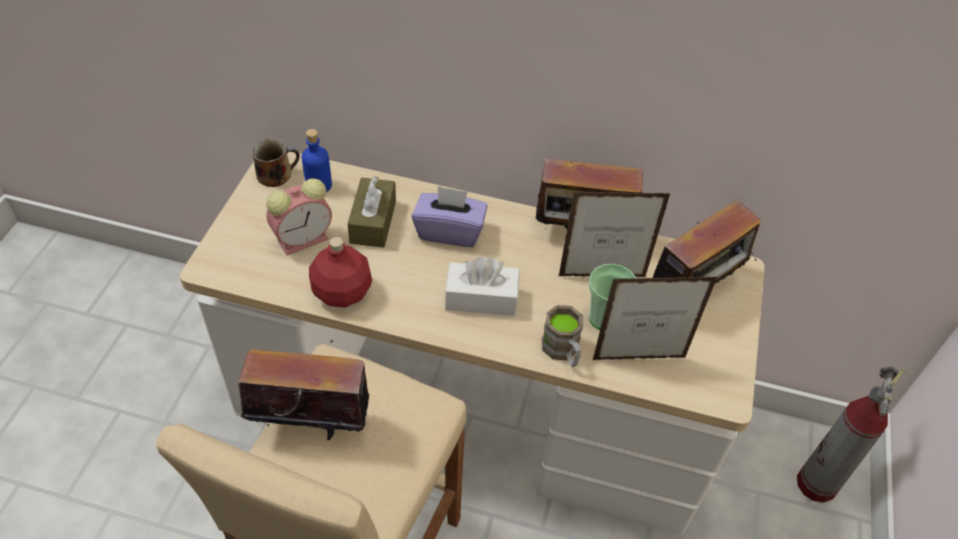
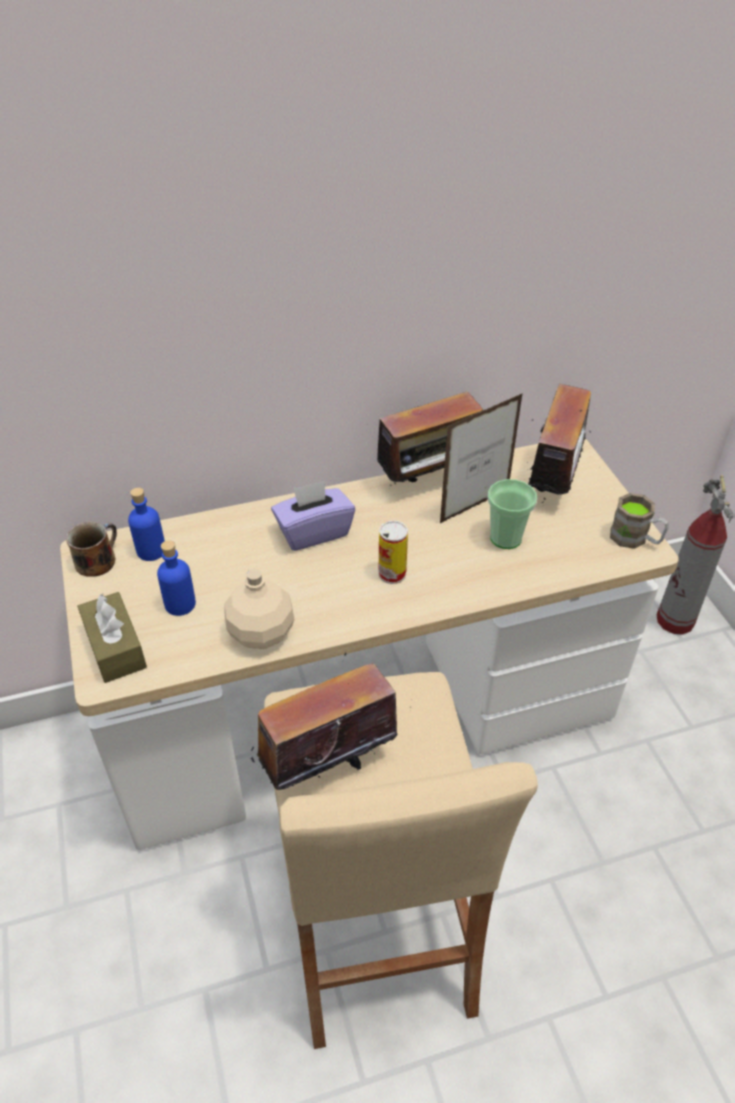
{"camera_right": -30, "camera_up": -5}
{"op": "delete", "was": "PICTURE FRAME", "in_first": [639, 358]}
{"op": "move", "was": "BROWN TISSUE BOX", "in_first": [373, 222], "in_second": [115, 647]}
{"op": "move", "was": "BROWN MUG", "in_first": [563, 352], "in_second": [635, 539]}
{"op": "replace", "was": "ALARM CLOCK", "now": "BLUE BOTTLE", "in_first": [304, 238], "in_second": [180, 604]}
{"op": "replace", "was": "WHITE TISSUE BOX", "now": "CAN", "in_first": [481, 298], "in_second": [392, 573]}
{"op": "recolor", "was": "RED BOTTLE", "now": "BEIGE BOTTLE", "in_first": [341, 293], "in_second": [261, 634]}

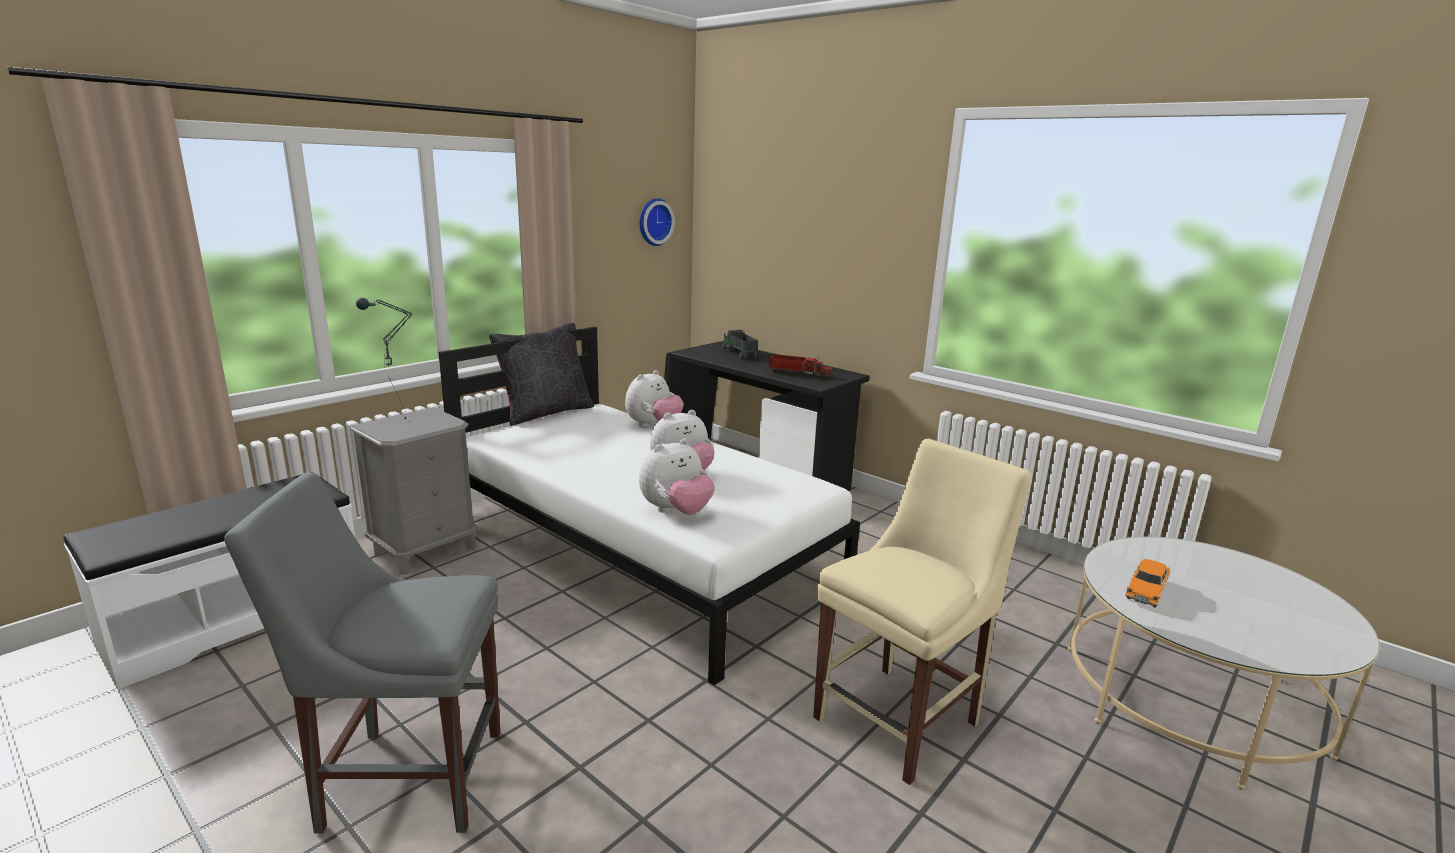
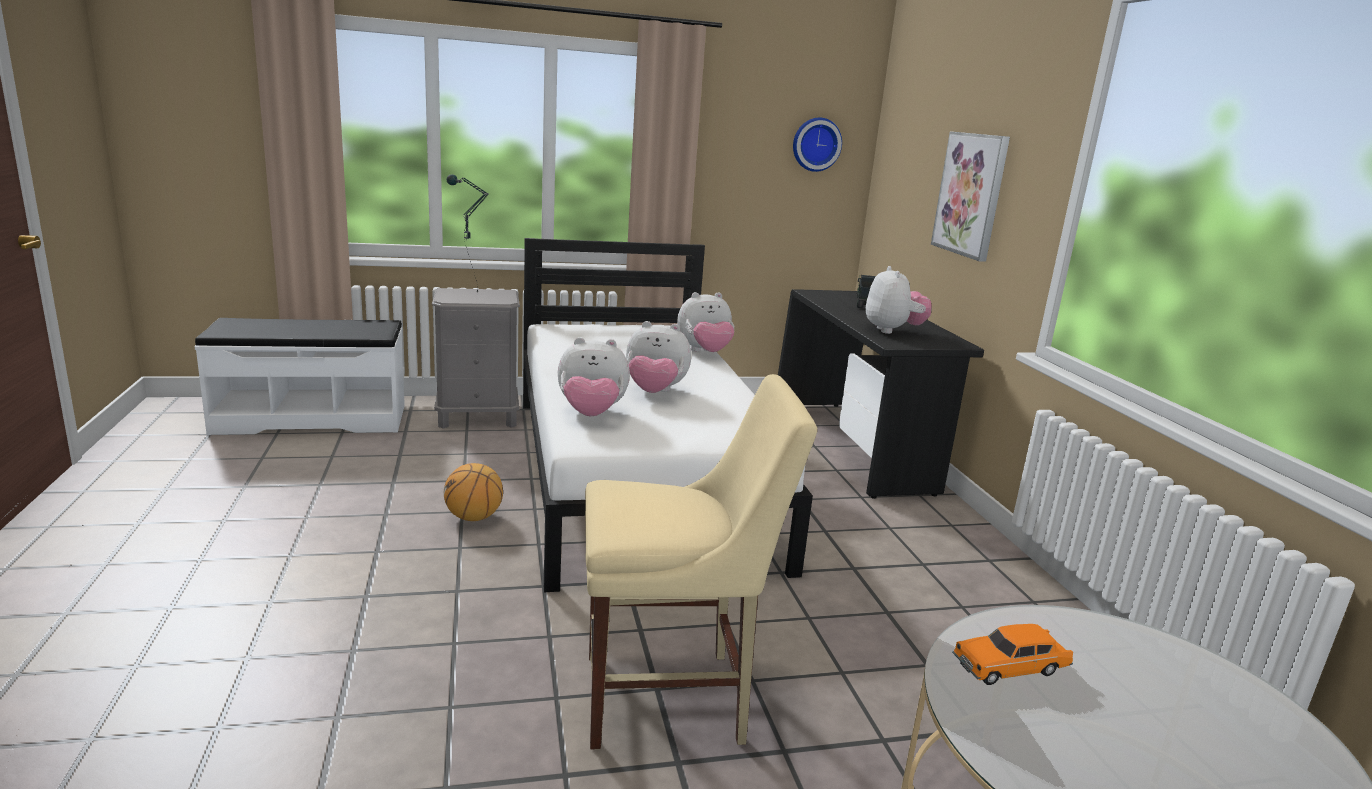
{"camera_right": 35, "camera_up": 0}
{"op": "delete", "was": "GREY CHAIR", "in_first": [405, 777]}
{"op": "delete", "was": "BLACK PILLOW", "in_first": [545, 413]}
{"op": "insert", "now": "BASKETBALL", "in_second": [474, 518]}
{"op": "insert", "now": "PICTURE", "in_second": [970, 194]}
{"op": "replace", "was": "TOY TRUCK", "now": "PLUSH TOY", "in_first": [798, 374], "in_second": [892, 331]}

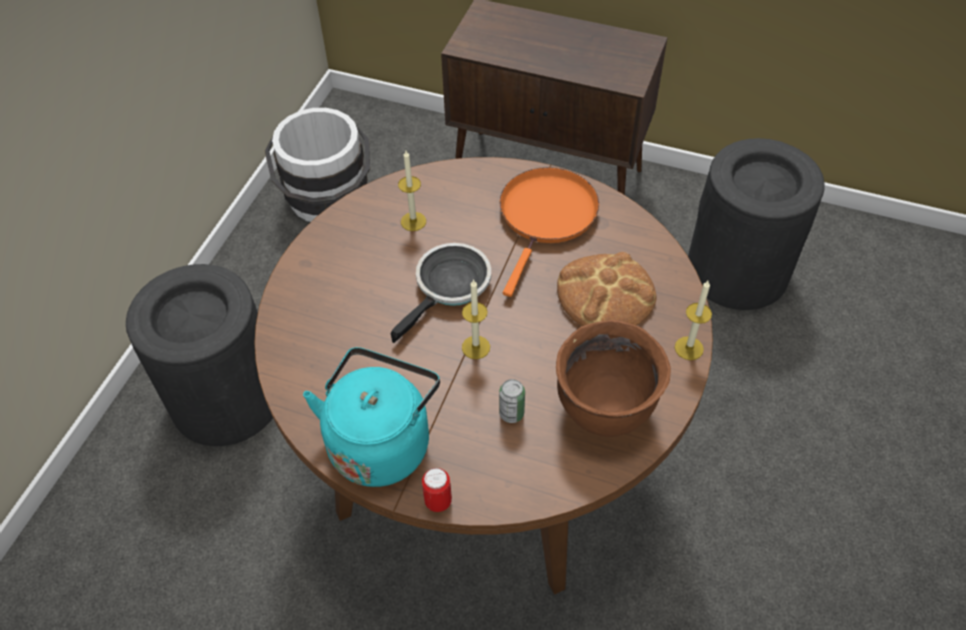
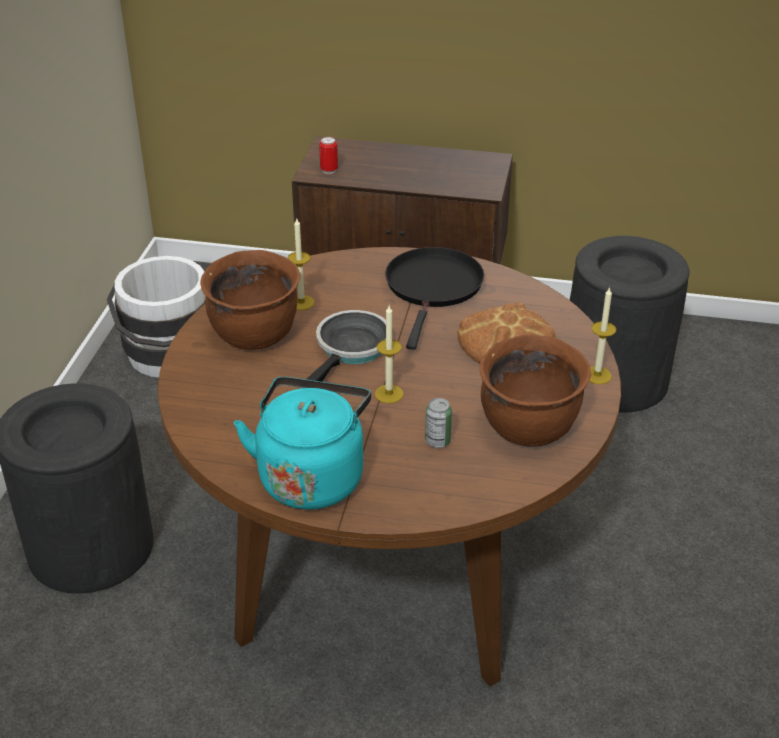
{"camera_right": -10, "camera_up": -15}
{"op": "insert", "now": "BROWN COOKING POT", "in_second": [255, 336]}
{"op": "move", "was": "CAN", "in_first": [438, 502], "in_second": [329, 170]}
{"op": "recolor", "was": "ORANGE FRYING PAN", "now": "BLACK FRYING PAN", "in_first": [546, 216], "in_second": [433, 288]}

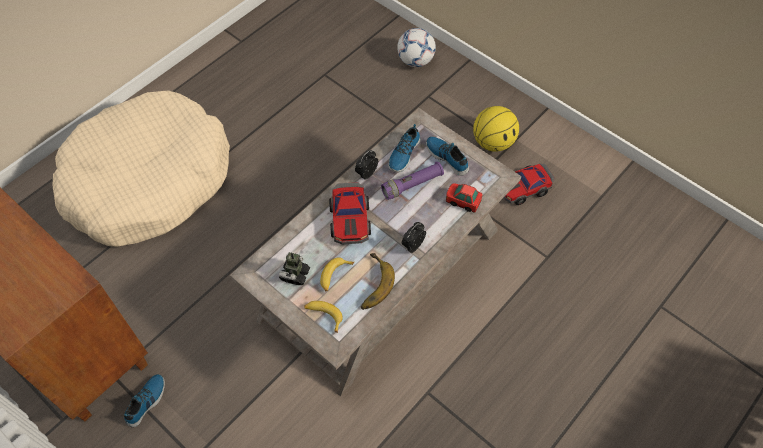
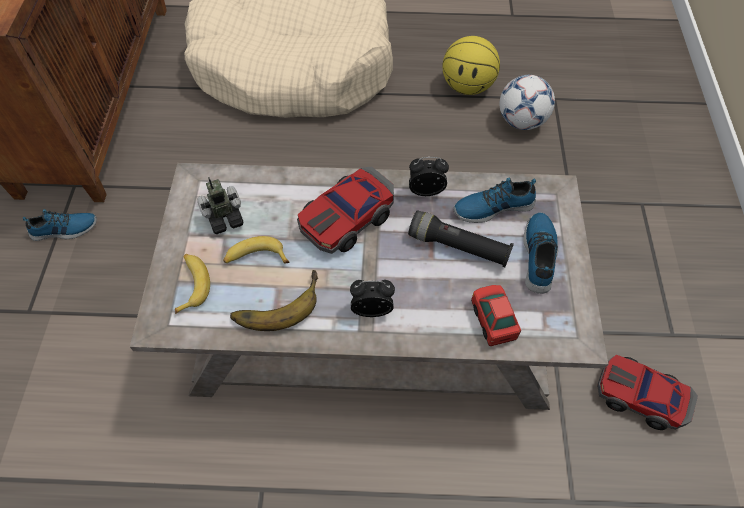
{"camera_right": 50, "camera_up": 0}
{"op": "move", "was": "FOOTBALL", "in_first": [415, 61], "in_second": [521, 121]}
{"op": "move", "was": "BASKETBALL", "in_first": [493, 142], "in_second": [467, 87]}
{"op": "recolor", "was": "PURPLE FLASHLIGHT", "now": "BLACK FLASHLIGHT", "in_first": [412, 185], "in_second": [458, 247]}

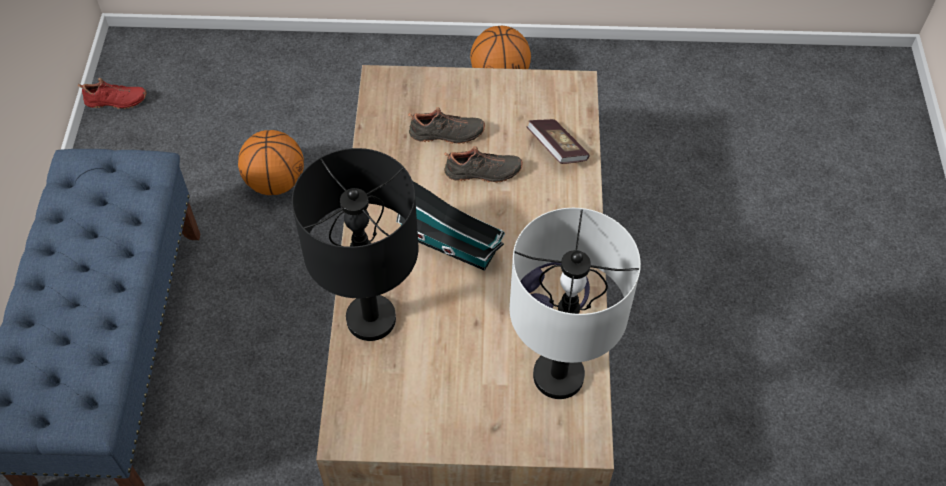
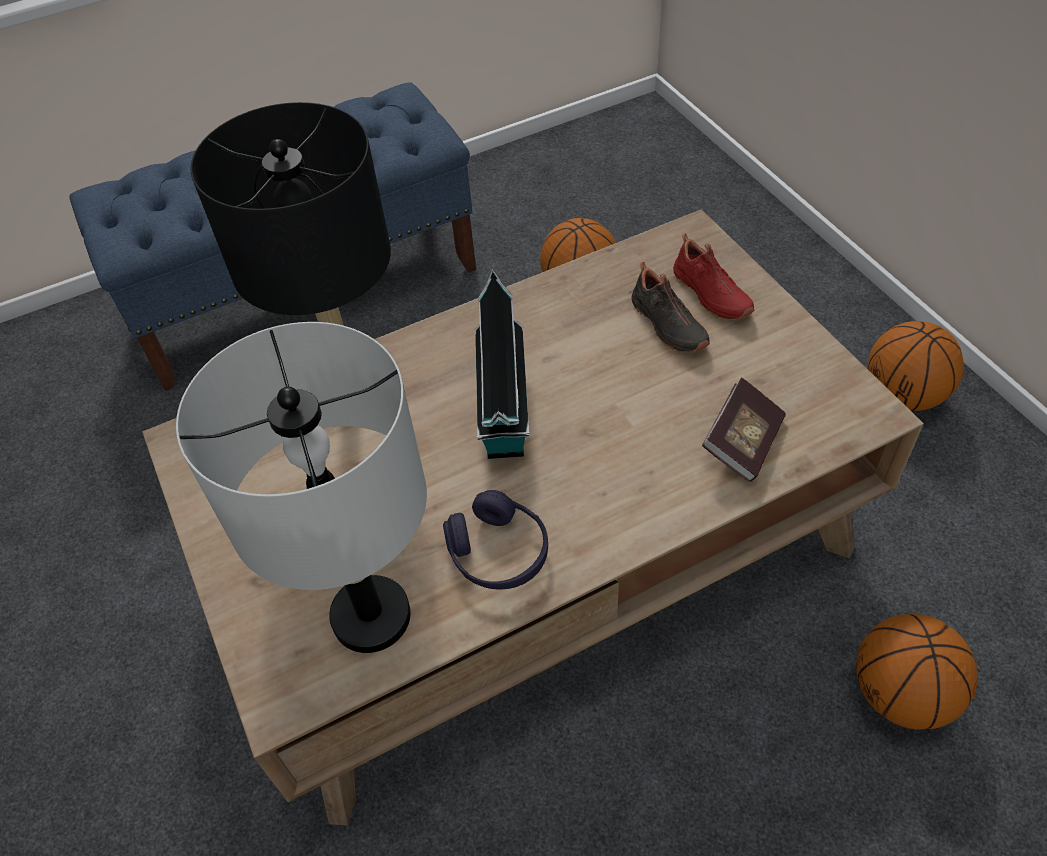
{"camera_right": 65, "camera_up": -5}
{"op": "delete", "was": "BLACK SHOE", "in_first": [483, 173]}
{"op": "insert", "now": "BASKETBALL", "in_second": [901, 694]}
{"op": "move", "was": "RED SHOE", "in_first": [116, 101], "in_second": [709, 295]}

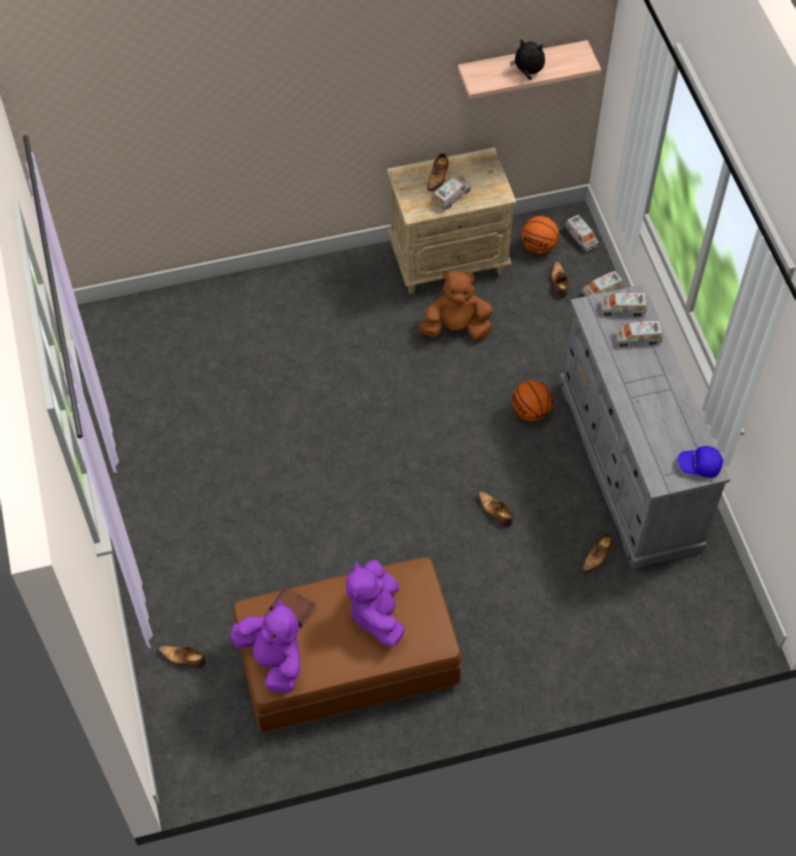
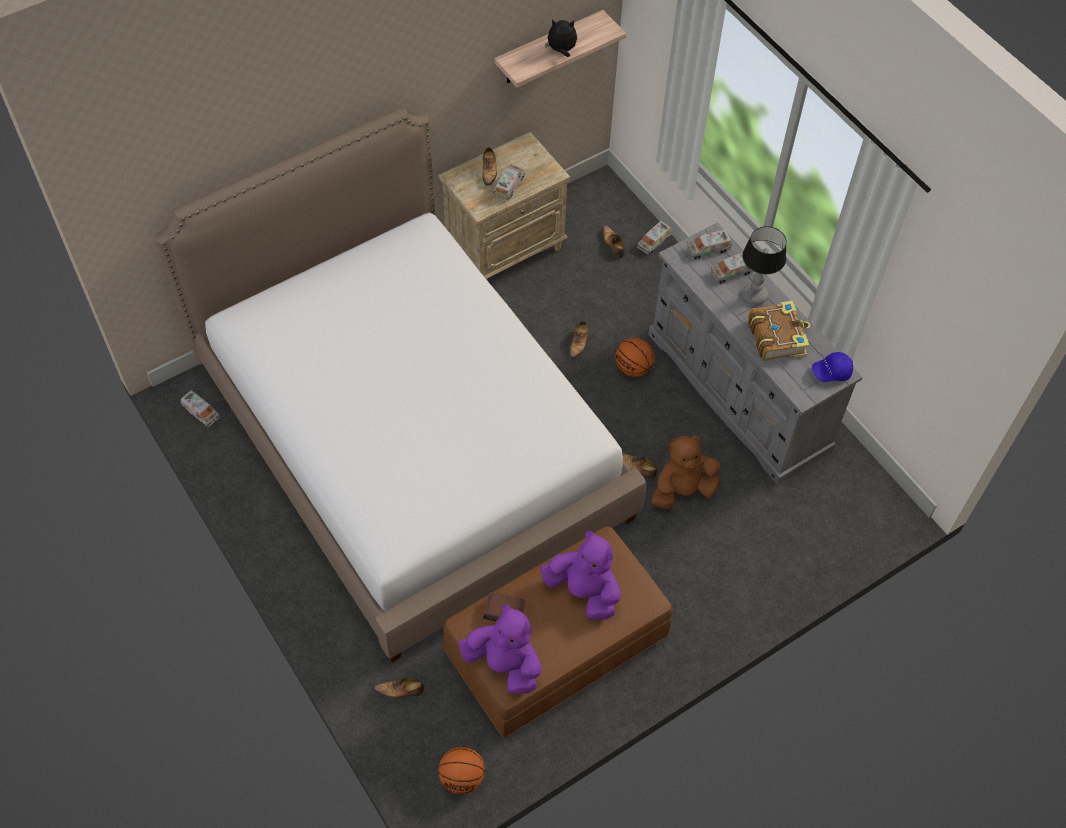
{"camera_right": -20, "camera_up": 0}
{"op": "insert", "now": "BED", "in_second": [412, 442]}
{"op": "insert", "now": "TABLE LAMP", "in_second": [754, 295]}
{"op": "insert", "now": "BOOK", "in_second": [777, 337]}
{"op": "move", "was": "BROWN PLUSH TOY", "in_first": [456, 328], "in_second": [683, 490]}
{"op": "move", "was": "BASKETBALL", "in_first": [538, 247], "in_second": [462, 777]}
{"op": "move", "was": "TOY TRUCK", "in_first": [581, 238], "in_second": [201, 412]}
{"op": "move", "was": "SHOE", "in_first": [597, 556], "in_second": [579, 343]}
{"op": "rotate", "was": "PURPLE PLUSH TOY", "in_first": [377, 613], "in_second": [584, 591], "clockwise": 150}

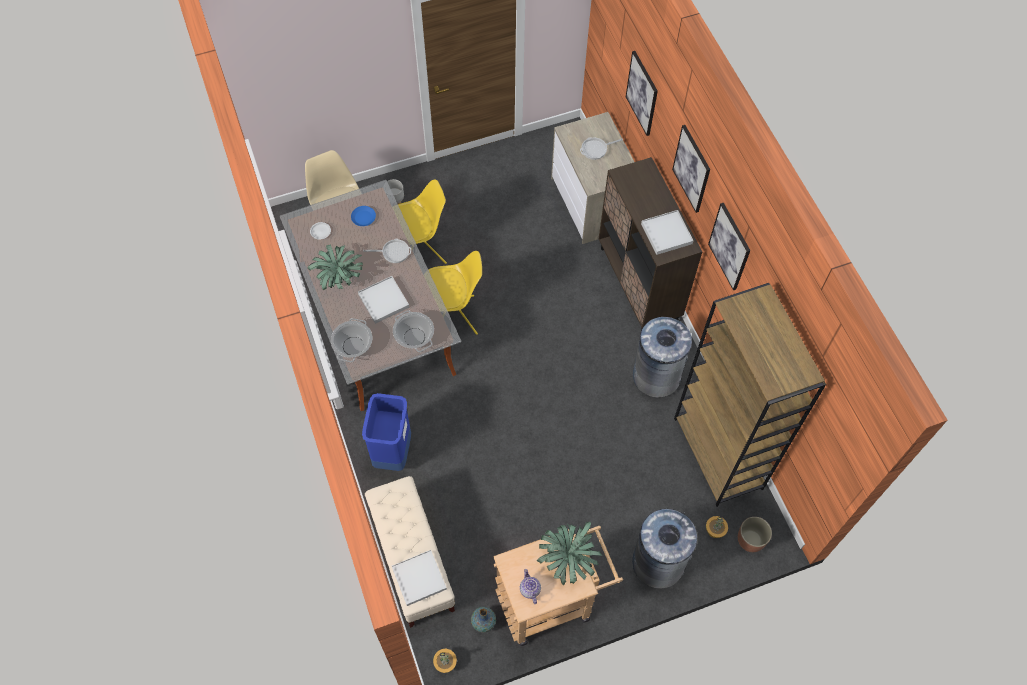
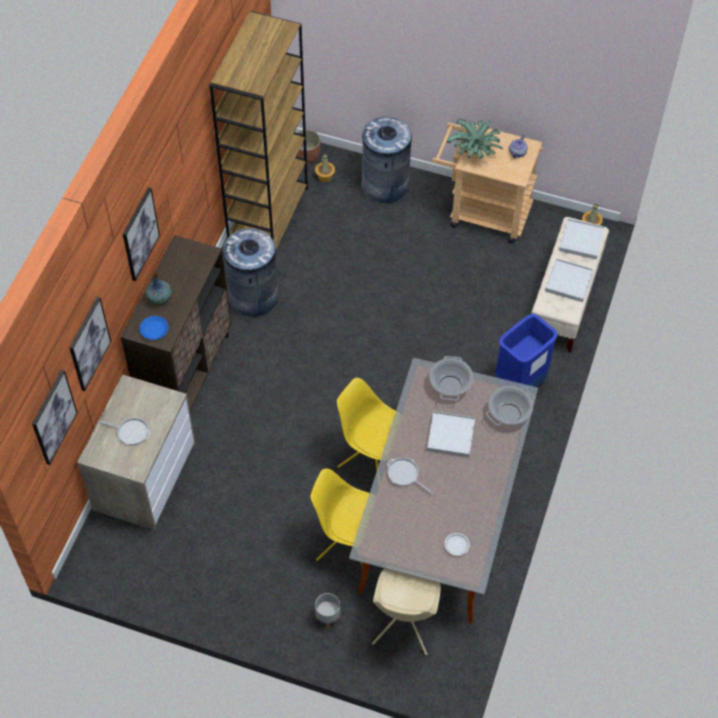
{"camera_right": -140, "camera_up": -5}
{"op": "delete", "was": "POTTED PLANT", "in_first": [338, 277]}
{"op": "move", "was": "BLUE PLATE", "in_first": [363, 218], "in_second": [154, 329]}
{"op": "move", "was": "VASE", "in_first": [483, 622], "in_second": [159, 298]}
{"op": "move", "was": "WHITE TRAY", "in_first": [666, 233], "in_second": [569, 282]}
{"op": "move", "was": "PICTURE", "in_first": [730, 246], "in_second": [53, 417]}

